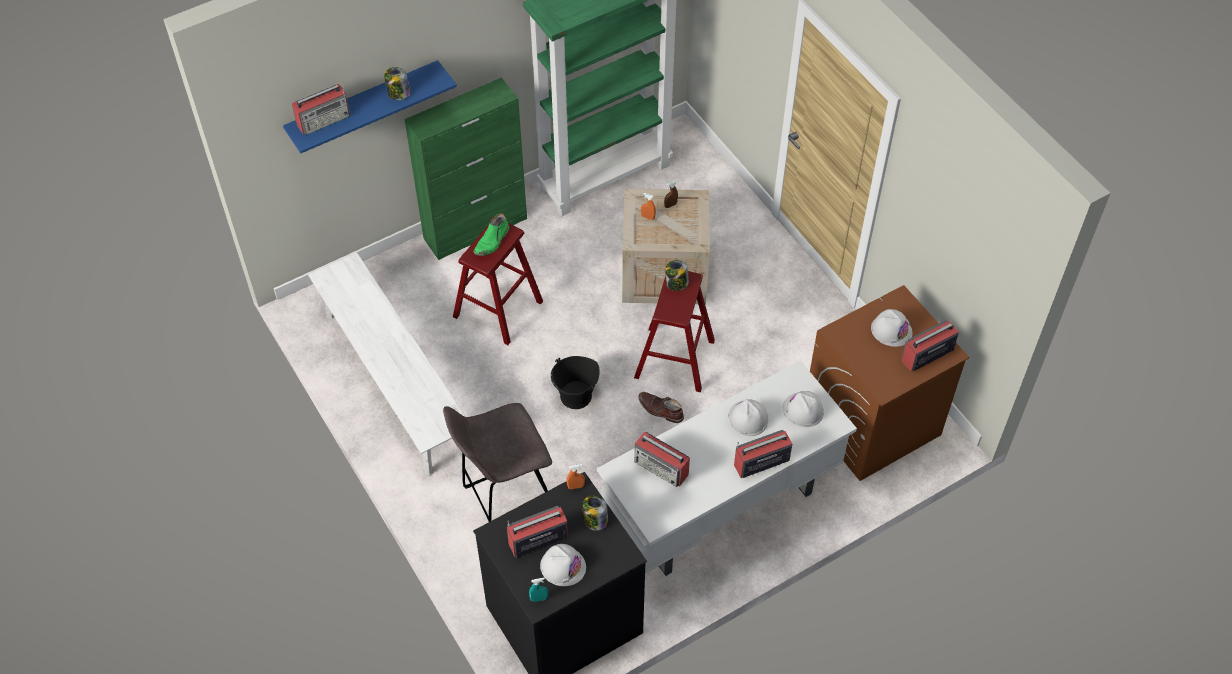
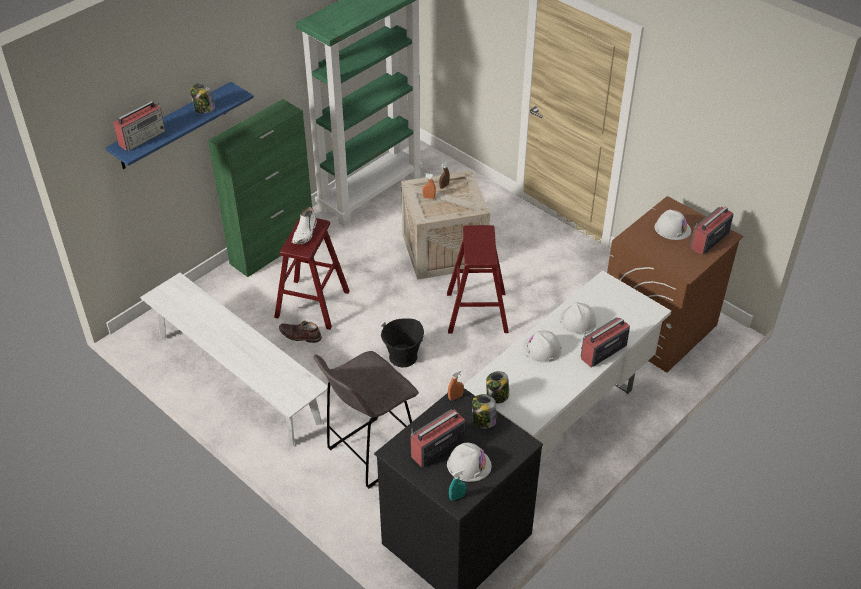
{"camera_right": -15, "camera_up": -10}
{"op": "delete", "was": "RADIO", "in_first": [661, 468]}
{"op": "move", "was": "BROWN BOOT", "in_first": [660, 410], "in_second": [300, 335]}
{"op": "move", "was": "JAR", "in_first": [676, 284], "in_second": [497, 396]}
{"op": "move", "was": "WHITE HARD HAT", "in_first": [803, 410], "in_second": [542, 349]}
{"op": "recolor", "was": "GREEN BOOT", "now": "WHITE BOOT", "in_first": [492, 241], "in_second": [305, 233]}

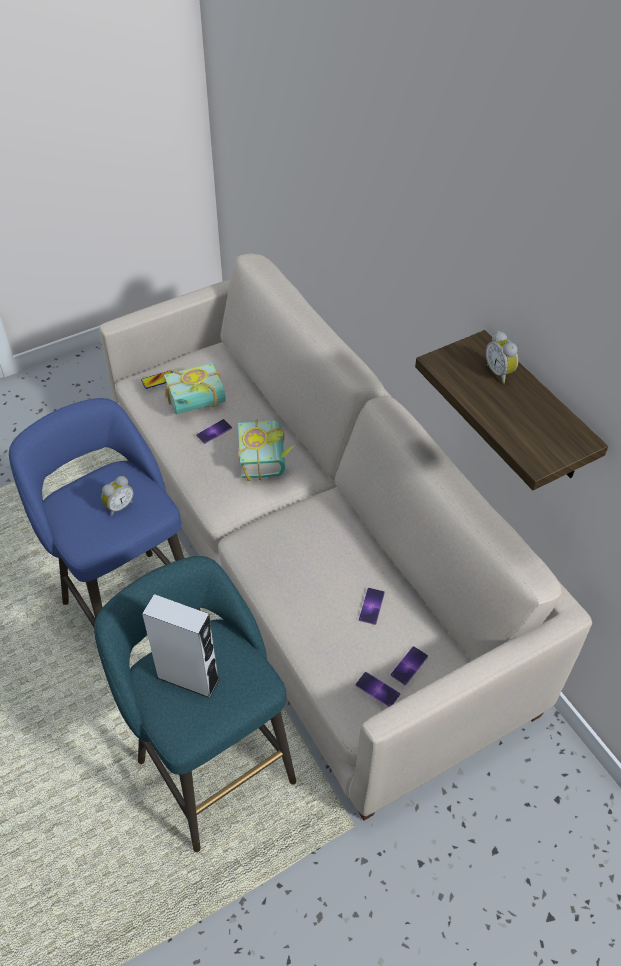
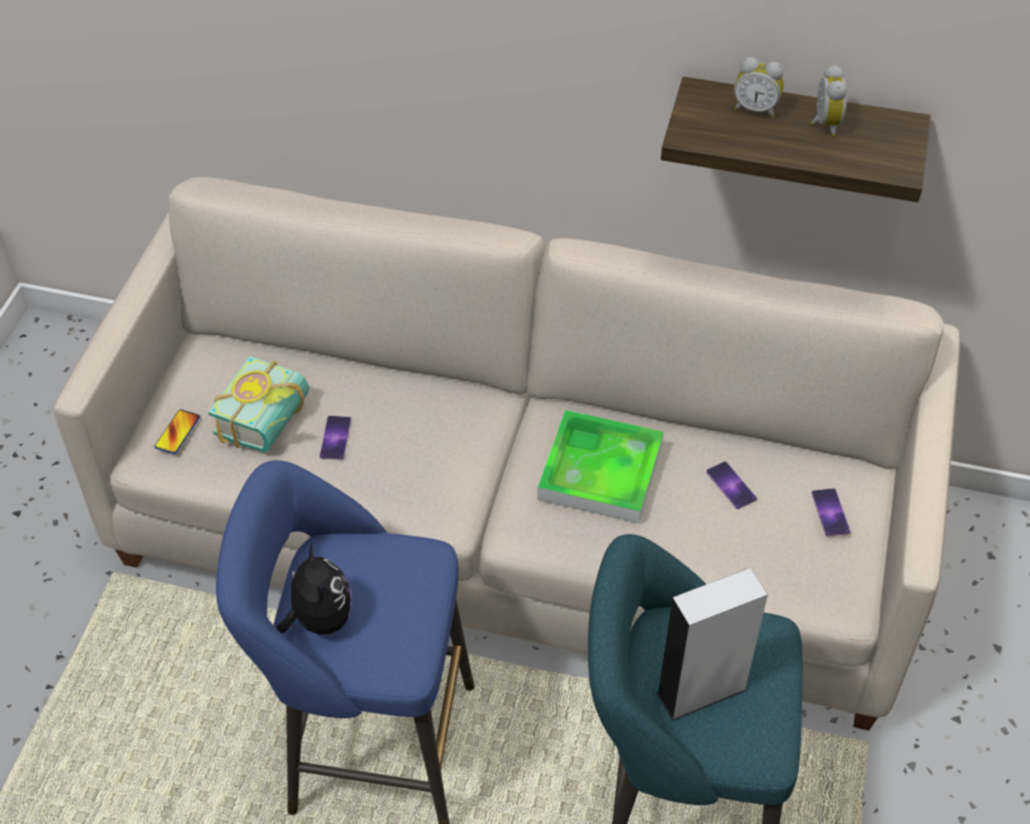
{"camera_right": -45, "camera_up": 0}
{"op": "delete", "was": "BOOK", "in_first": [268, 458]}
{"op": "delete", "was": "PHONE", "in_first": [377, 689]}
{"op": "insert", "now": "PLUSH TOY", "in_second": [319, 619]}
{"op": "insert", "now": "TRAY", "in_second": [600, 471]}
{"op": "move", "was": "ALARM CLOCK", "in_first": [119, 506], "in_second": [823, 124]}

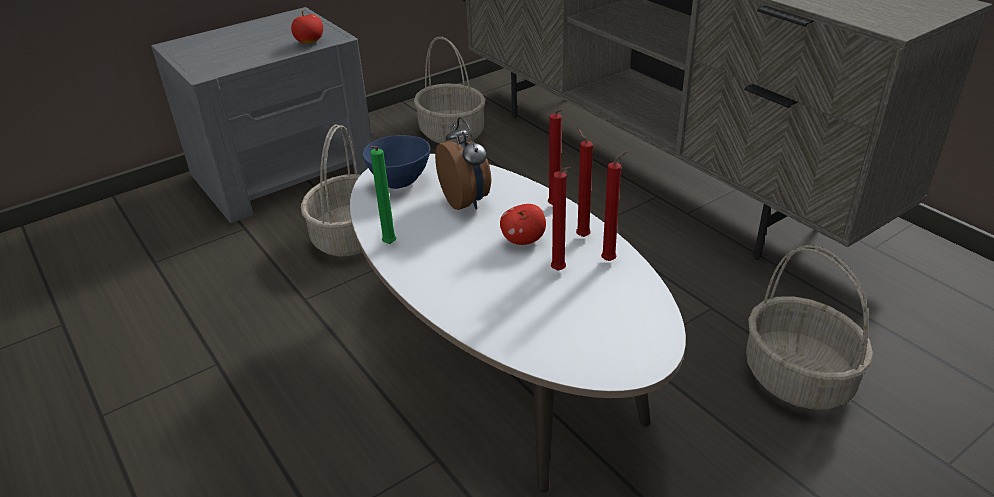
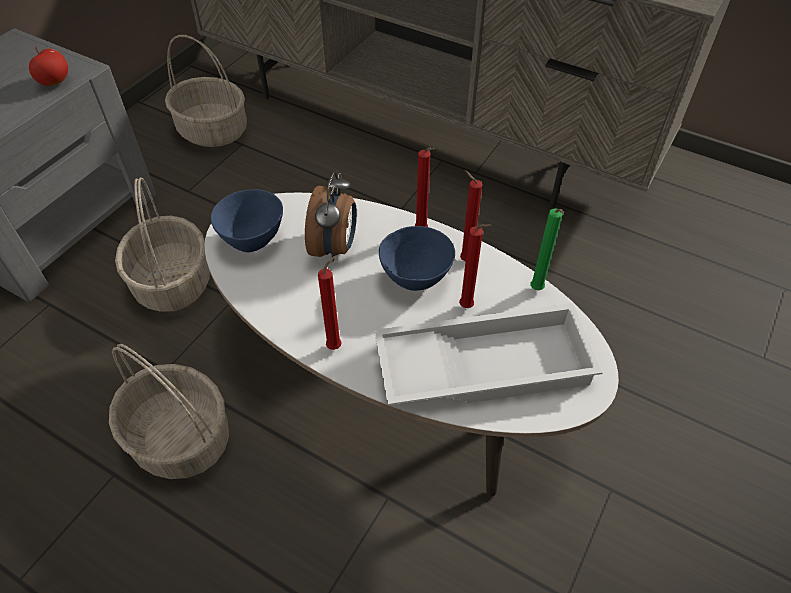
{"camera_right": -25, "camera_up": 15}
{"op": "insert", "now": "WHITE TRAY", "in_second": [484, 363]}
{"op": "move", "was": "GREEN CANDLE", "in_first": [388, 245], "in_second": [537, 290]}
{"op": "move", "was": "RED CANDLE", "in_first": [611, 260], "in_second": [336, 345]}
{"op": "move", "was": "BASKET", "in_first": [799, 378], "in_second": [182, 438]}
{"op": "replace", "was": "APPLE", "now": "BLUE BOWL", "in_first": [523, 240], "in_second": [415, 280]}
{"op": "rotate", "was": "ALARM CLOCK", "in_first": [467, 201], "in_second": [335, 247], "clockwise": 60}

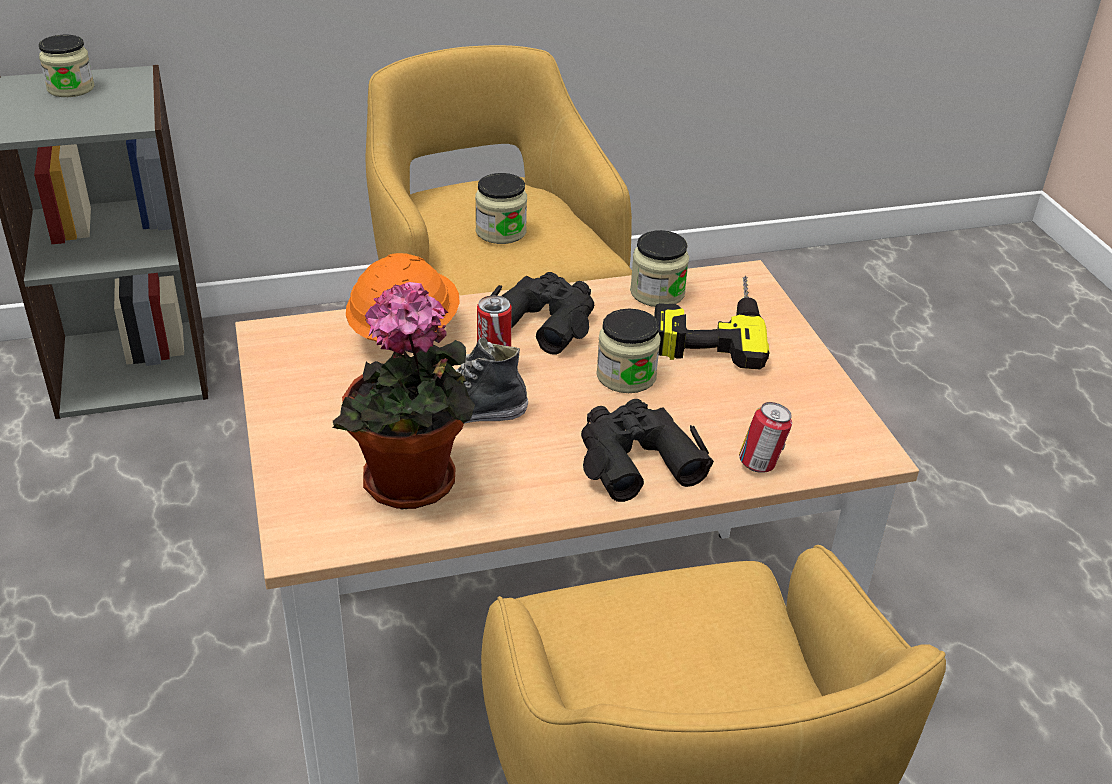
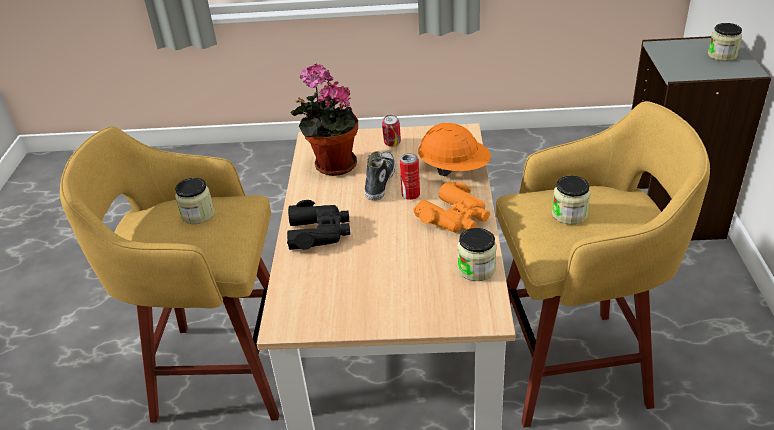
{"camera_right": 110, "camera_up": 0}
{"op": "delete", "was": "POWER DRILL", "in_first": [708, 327]}
{"op": "move", "was": "JAR", "in_first": [626, 376], "in_second": [198, 214]}
{"op": "move", "was": "CAN", "in_first": [760, 465], "in_second": [392, 144]}
{"op": "recolor", "was": "BLACK BINOCULARS", "now": "ORANGE BINOCULARS", "in_first": [543, 321], "in_second": [455, 217]}

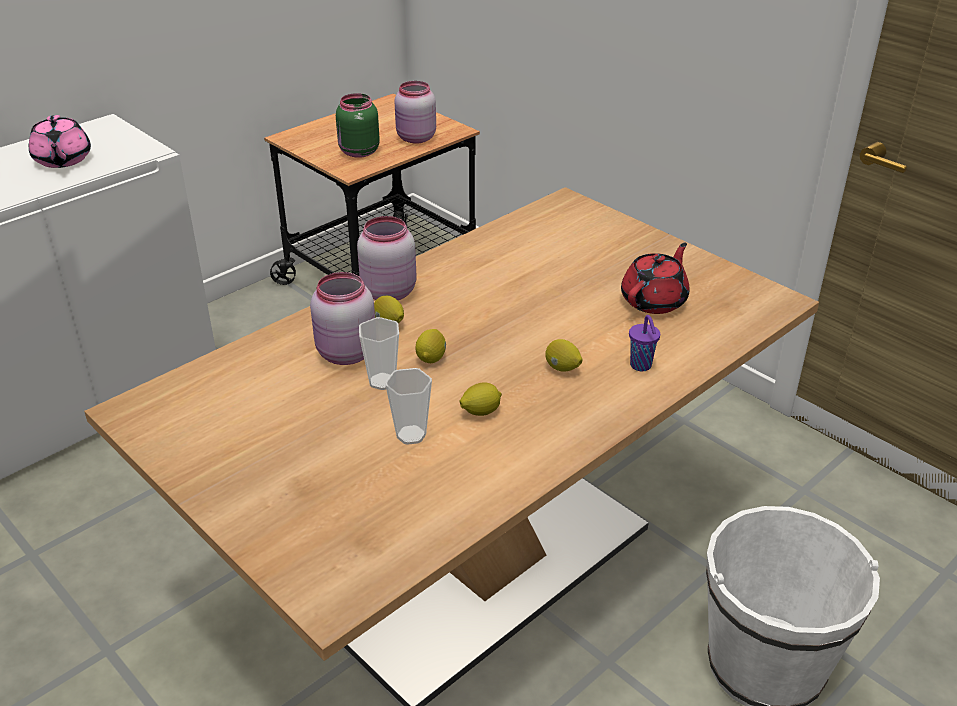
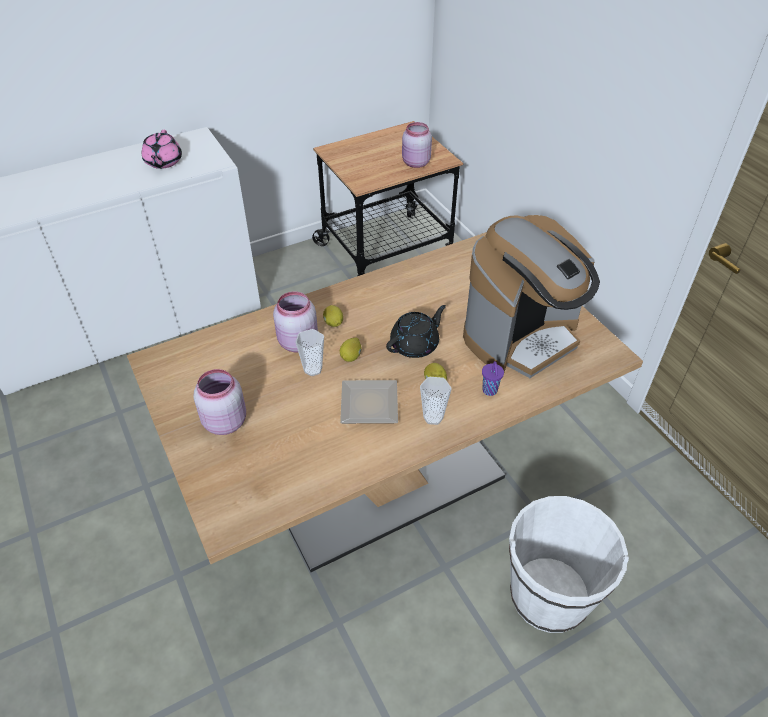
{"camera_right": 15, "camera_up": 10}
{"op": "delete", "was": "GREEN JAR", "in_first": [358, 152]}
{"op": "insert", "now": "BLACK TEAPOT", "in_second": [415, 345]}
{"op": "move", "was": "PINK JAR", "in_first": [387, 291], "in_second": [224, 421]}
{"op": "move", "was": "CUP", "in_first": [411, 435], "in_second": [433, 417]}
{"op": "replace", "was": "LEMON", "now": "PLATE", "in_first": [480, 412], "in_second": [367, 406]}
{"op": "replace", "was": "RED TEAPOT", "now": "COFFEE MACHINE", "in_first": [654, 300], "in_second": [521, 338]}

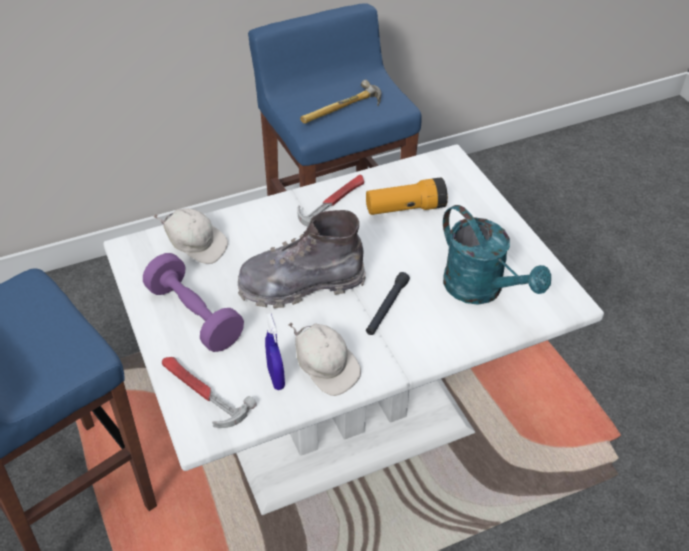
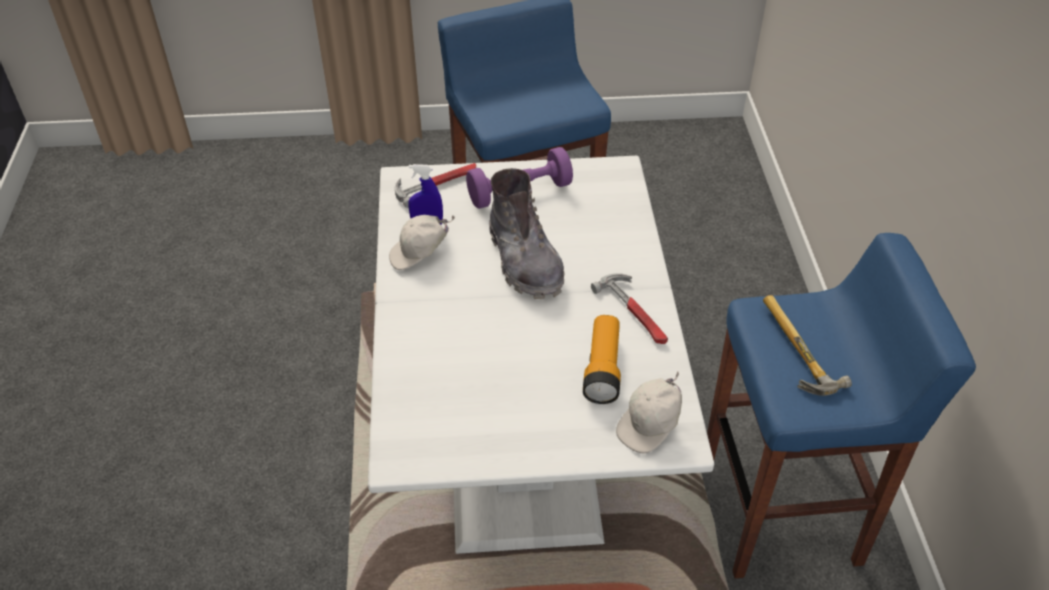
{"camera_right": 110, "camera_up": 0}
{"op": "delete", "was": "BLACK FLASHLIGHT", "in_first": [387, 308]}
{"op": "delete", "was": "TURQUOISE WATERING CAN", "in_first": [481, 290]}
{"op": "move", "was": "WHITE CAP", "in_first": [196, 246], "in_second": [650, 426]}
{"op": "rotate", "was": "GREY BOOT", "in_first": [301, 285], "in_second": [524, 261], "clockwise": 150}

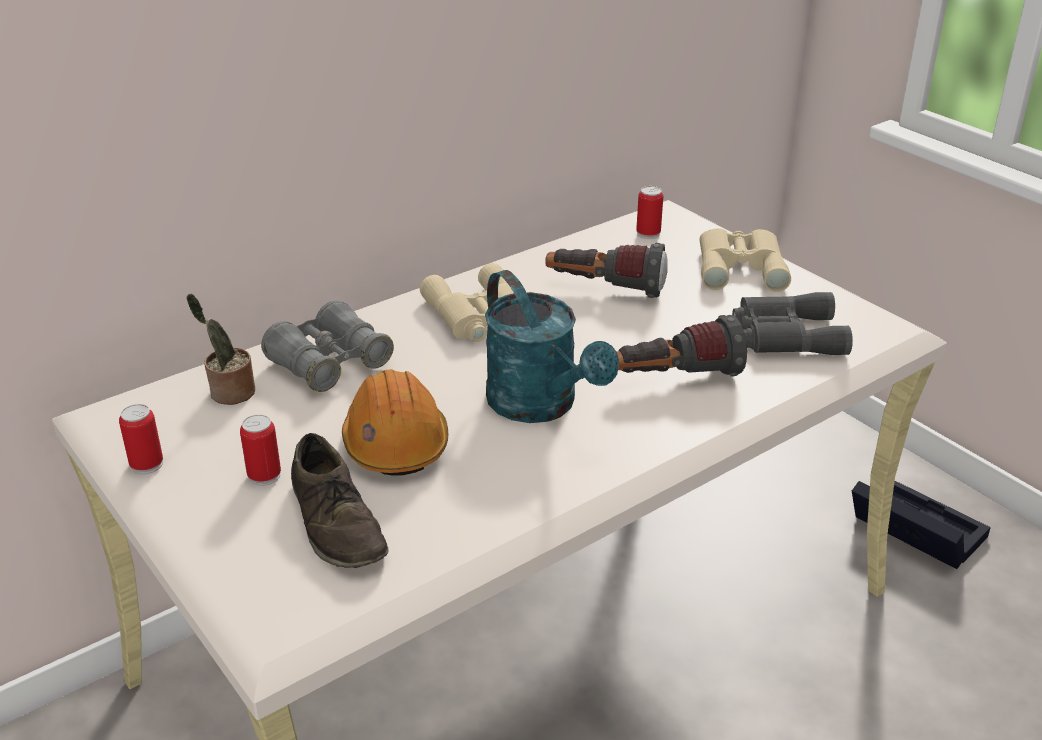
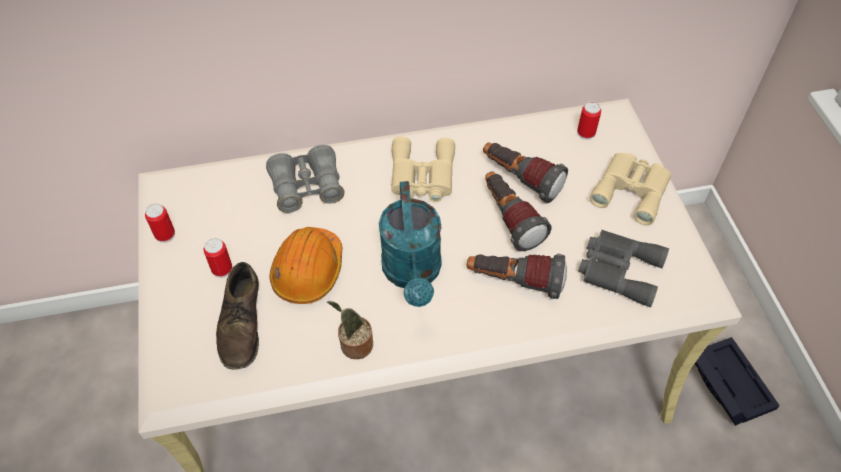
{"camera_right": 25, "camera_up": 20}
{"op": "insert", "now": "FLASHLIGHT", "in_second": [509, 219]}
{"op": "move", "was": "POTTED PLANT", "in_first": [229, 393], "in_second": [354, 345]}

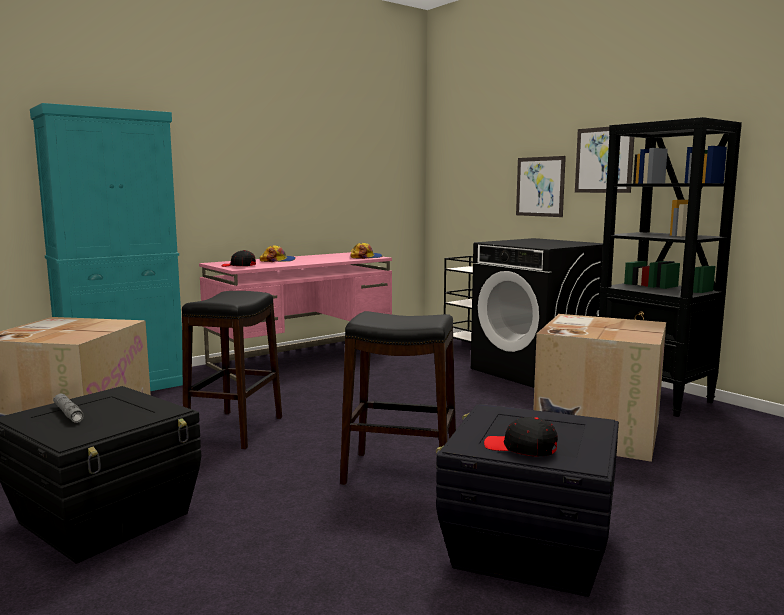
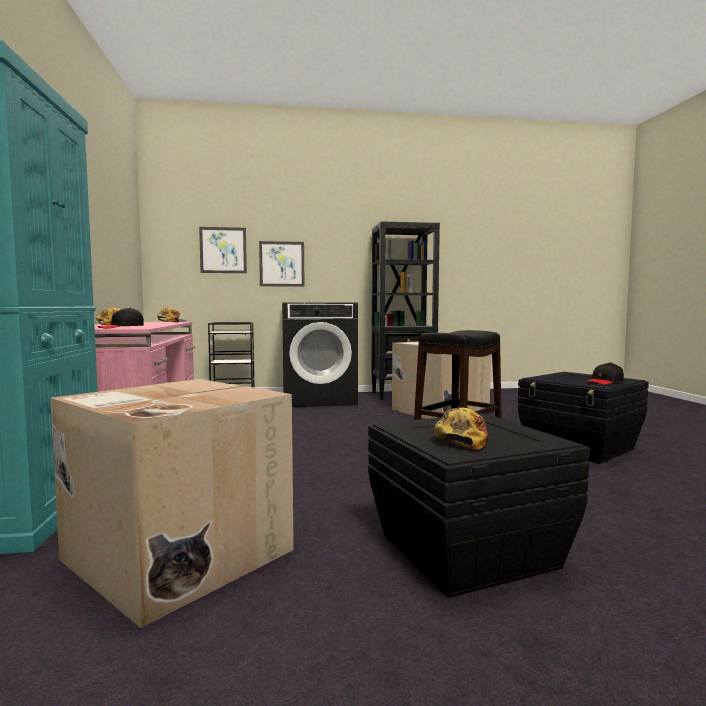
{"camera_right": -60, "camera_up": -5}
{"op": "delete", "was": "BLACK STOOL", "in_first": [235, 429]}
{"op": "move", "was": "PICTURE", "in_first": [604, 160], "in_second": [223, 250]}
{"op": "replace", "was": "GREY FLASHLIGHT", "now": "CAP", "in_first": [68, 413], "in_second": [461, 439]}

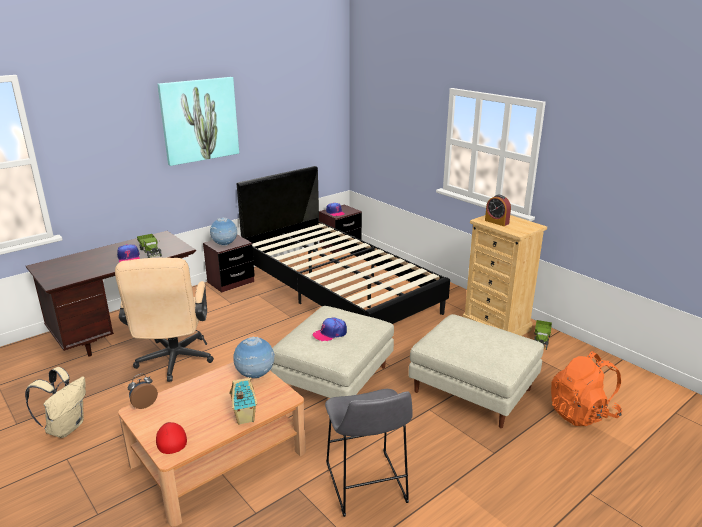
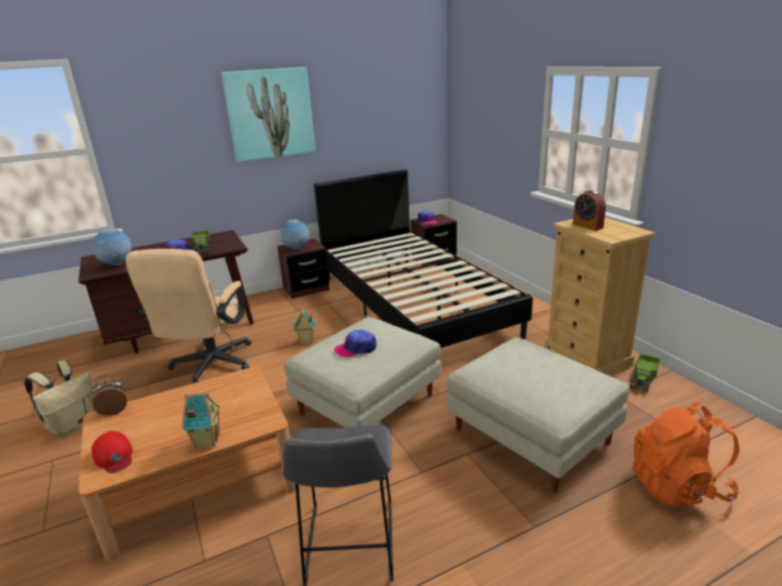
{"camera_right": 15, "camera_up": 0}
{"op": "insert", "now": "TOY HOUSE", "in_second": [306, 342]}
{"op": "move", "was": "GLOBE", "in_first": [255, 376], "in_second": [117, 265]}
{"op": "rotate", "was": "RED CAP", "in_first": [171, 439], "in_second": [114, 456], "clockwise": 150}

